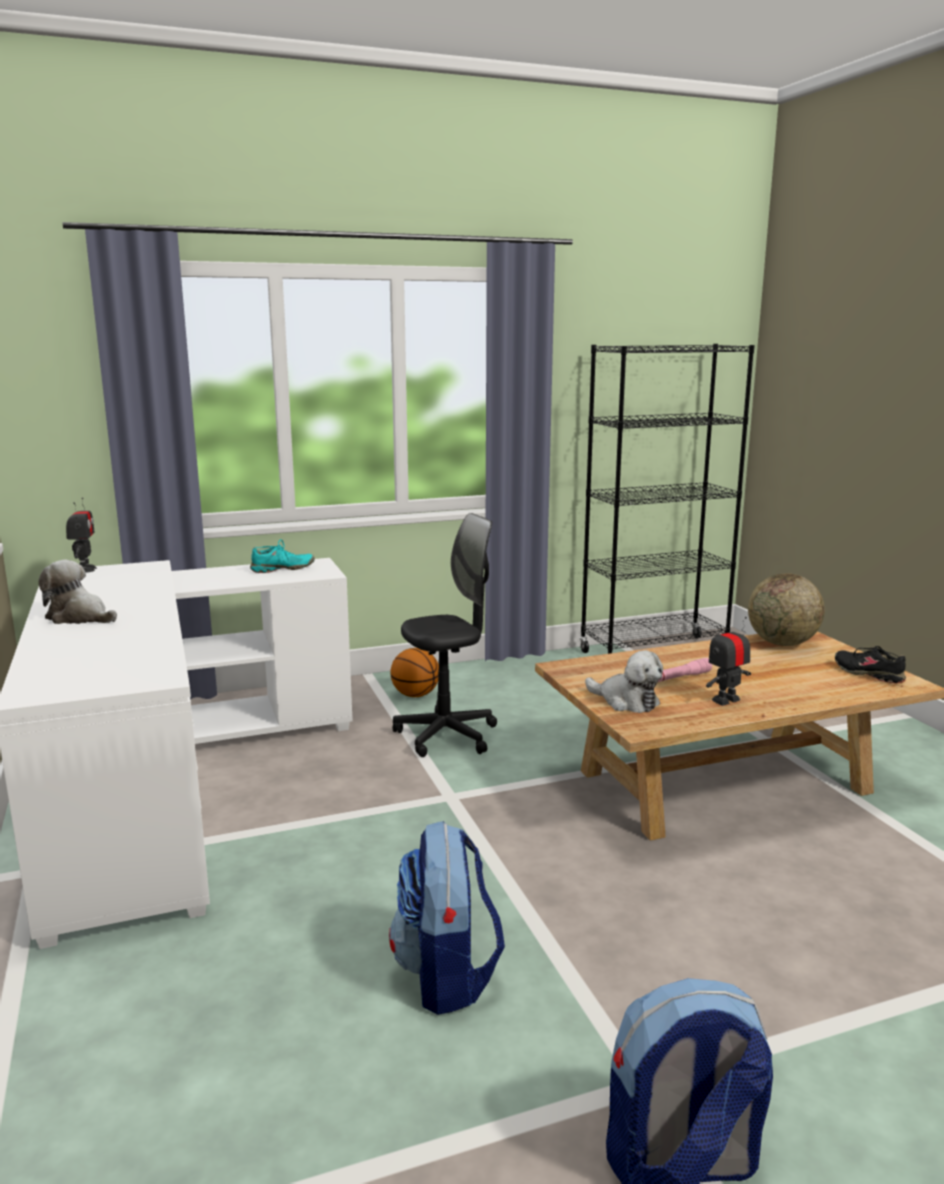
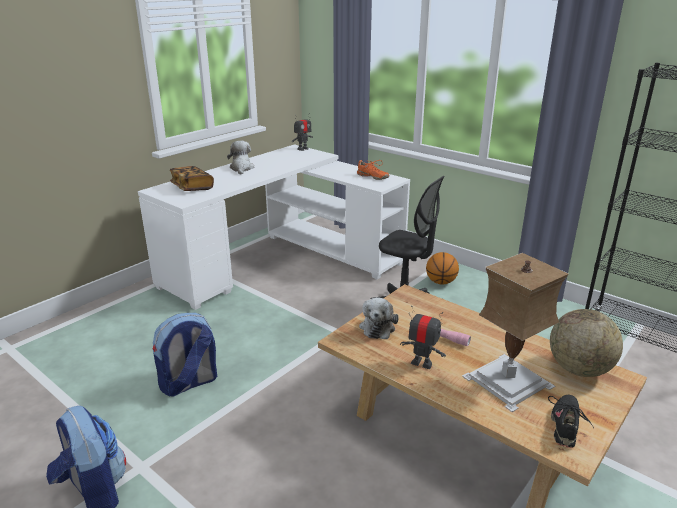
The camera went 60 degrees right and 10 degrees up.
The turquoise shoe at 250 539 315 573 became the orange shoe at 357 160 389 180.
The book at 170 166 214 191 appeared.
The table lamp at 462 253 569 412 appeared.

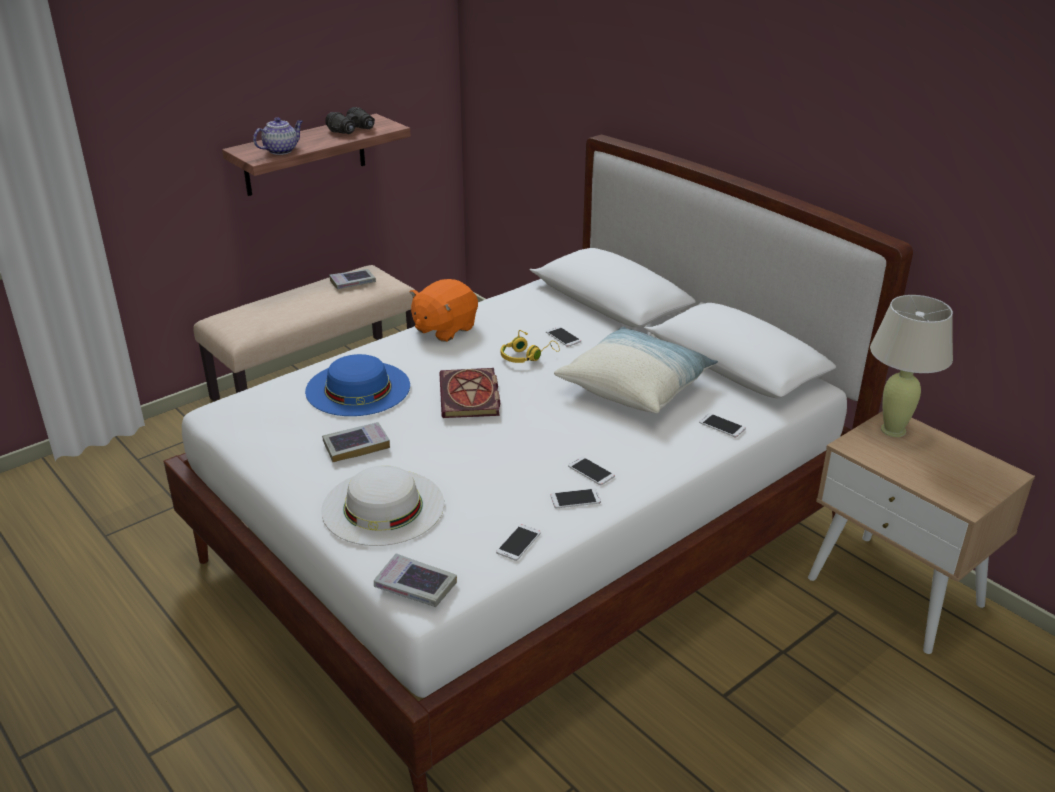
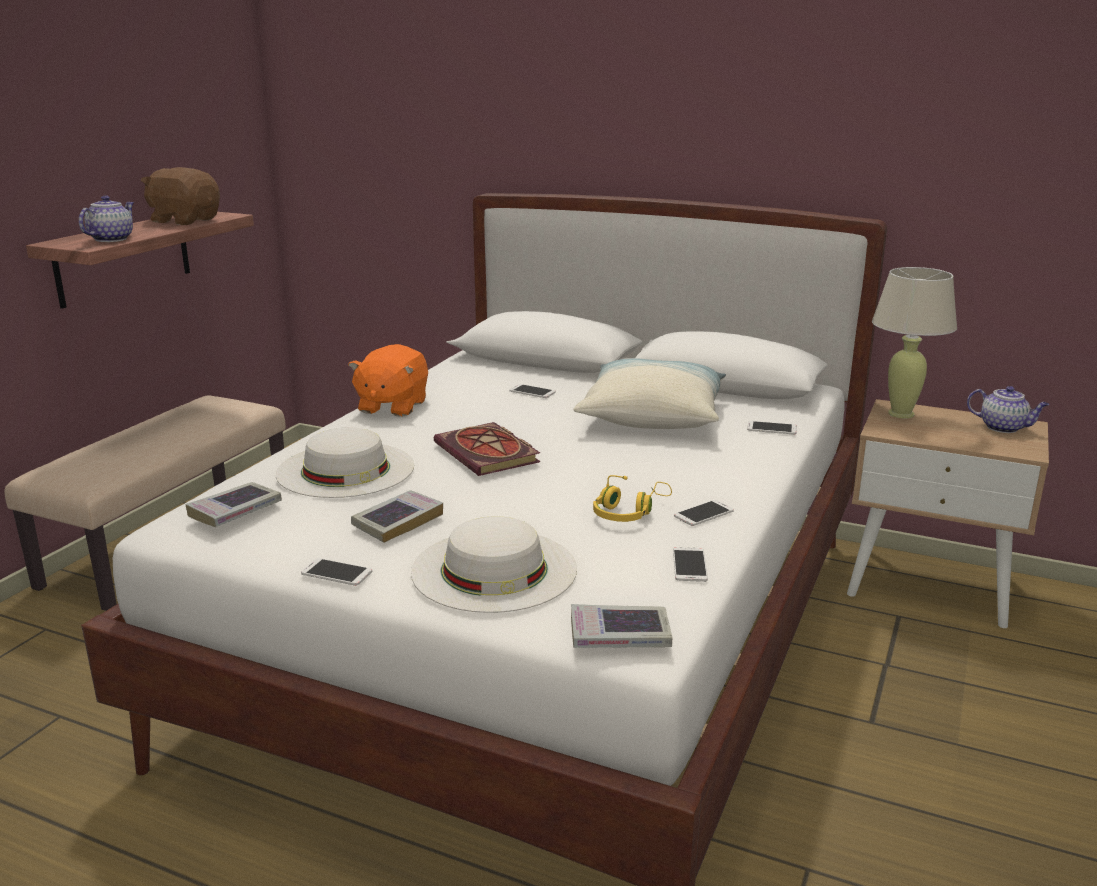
The camera went 25 degrees left and 10 degrees down.
The blue hat at 305 354 410 416 became the white hat at 276 427 414 498.
The black binoculars at 325 107 375 134 was replaced by the brown plush toy at 141 167 220 225.
The book moved from 329 269 376 289 to 185 482 282 527.
The yellow headphones moved from 501 330 560 363 to 593 475 672 522.
The phone moved from 568 457 615 485 to 301 558 372 586.
The teapot at 967 386 1049 433 appeared.

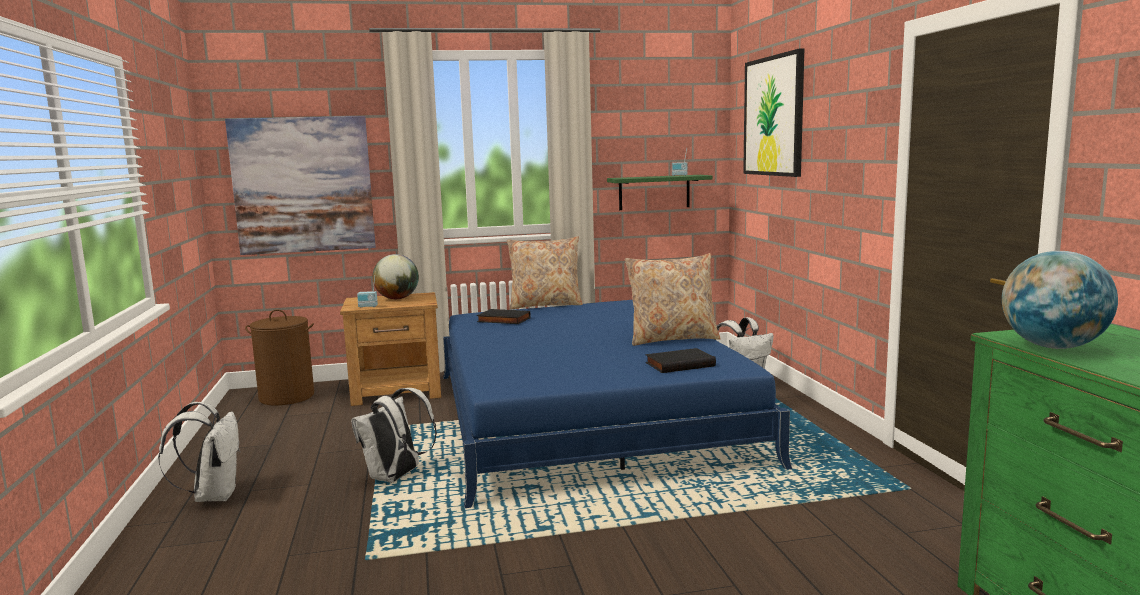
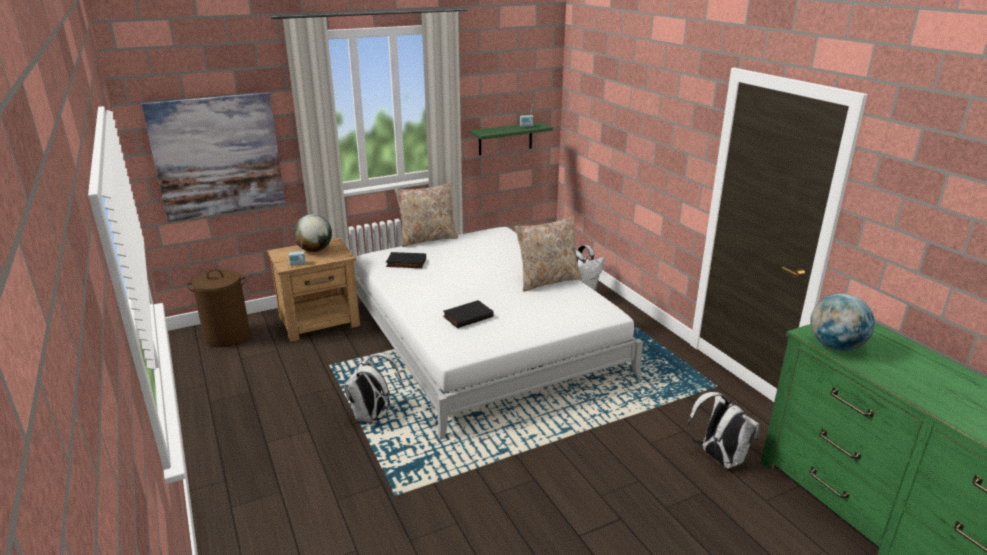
The camera went 15 degrees left and 15 degrees up.
The white backpack moved from 158 402 240 502 to 687 392 760 469.
The blue bed at 443 300 792 508 became the white bed at 355 227 643 440.
The black book moved from 645 348 716 373 to 443 300 494 328.
The picture at 743 48 804 177 disappeared.

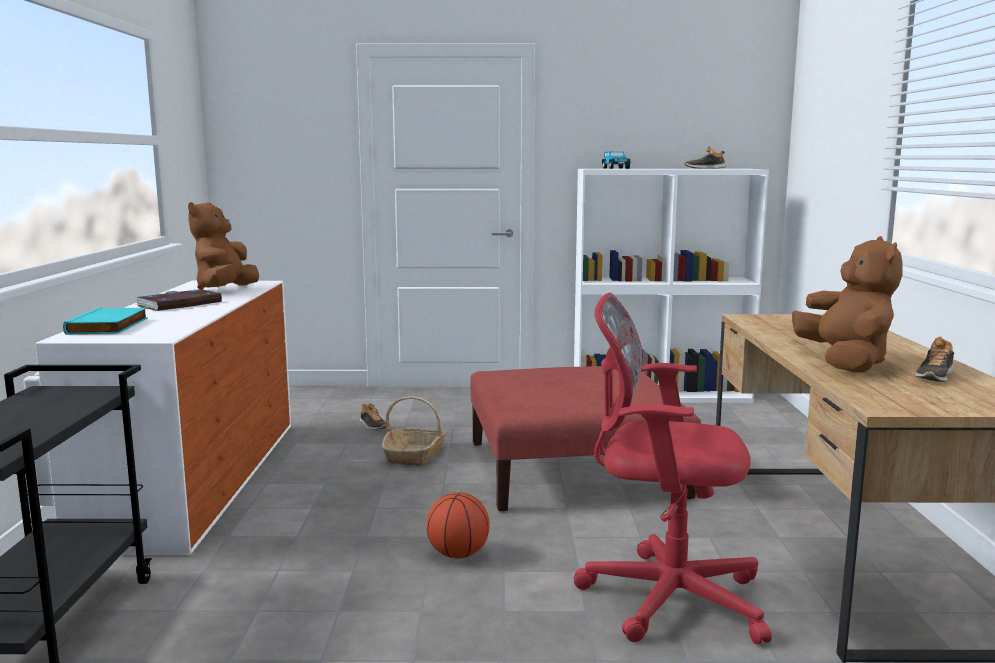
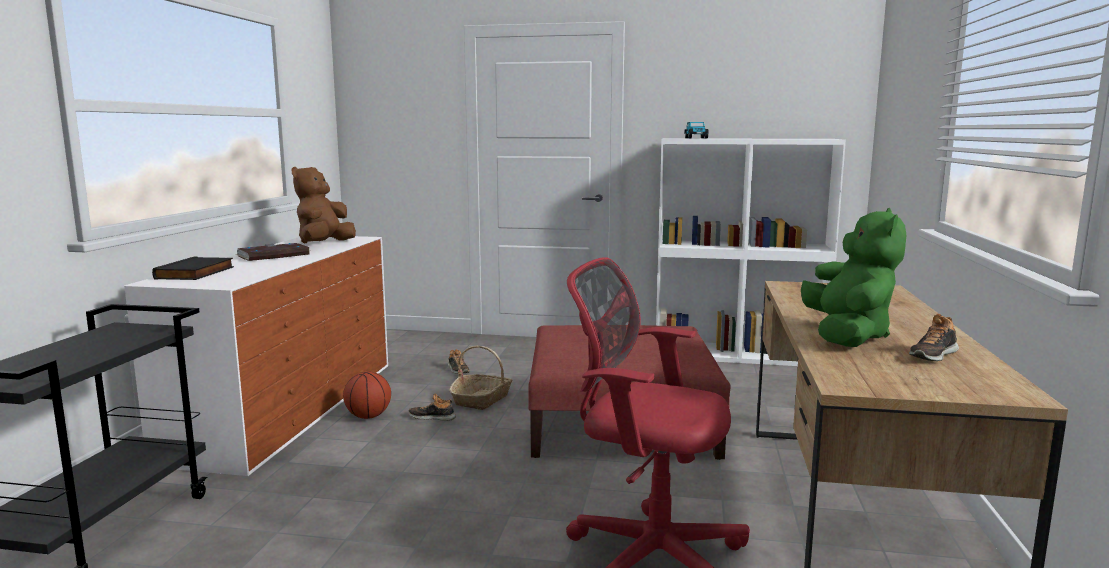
The camera went 10 degrees right and 0 degrees up.
The turquoise book at 63 307 148 335 became the black book at 152 256 234 280.
The basketball moved from 426 492 490 558 to 343 371 391 419.
The shoe moved from 685 146 727 169 to 408 394 456 421.
The brown plush toy at 792 236 903 373 became the green plush toy at 801 208 906 347.

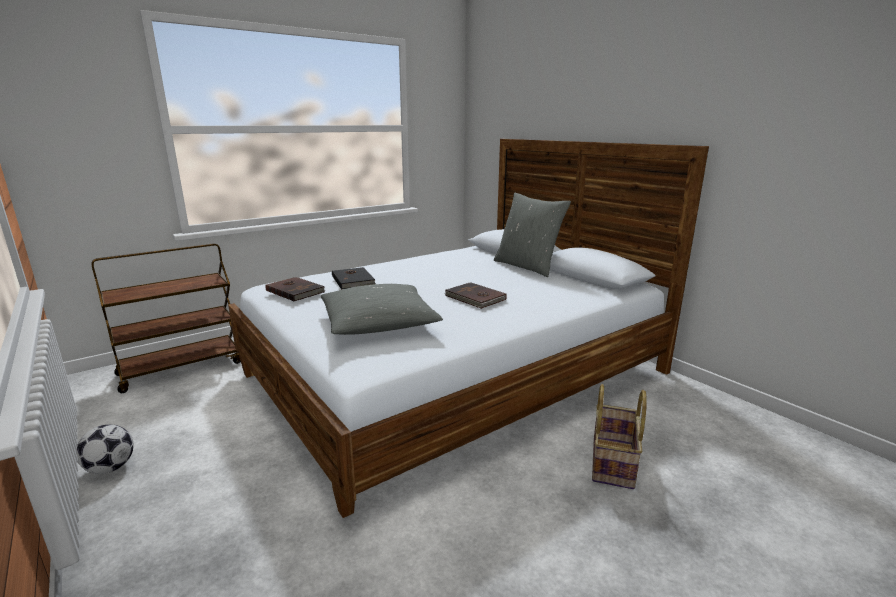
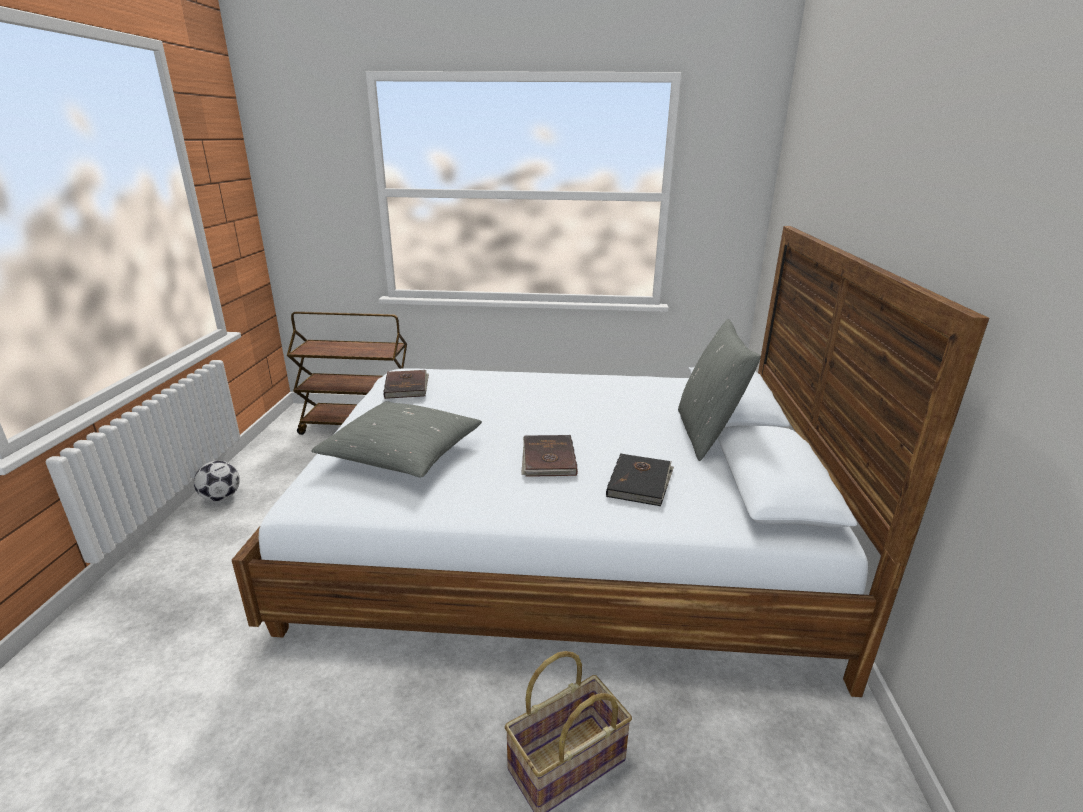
The camera went 40 degrees right and 5 degrees up.
The black book moved from 332 267 376 289 to 606 453 674 506.

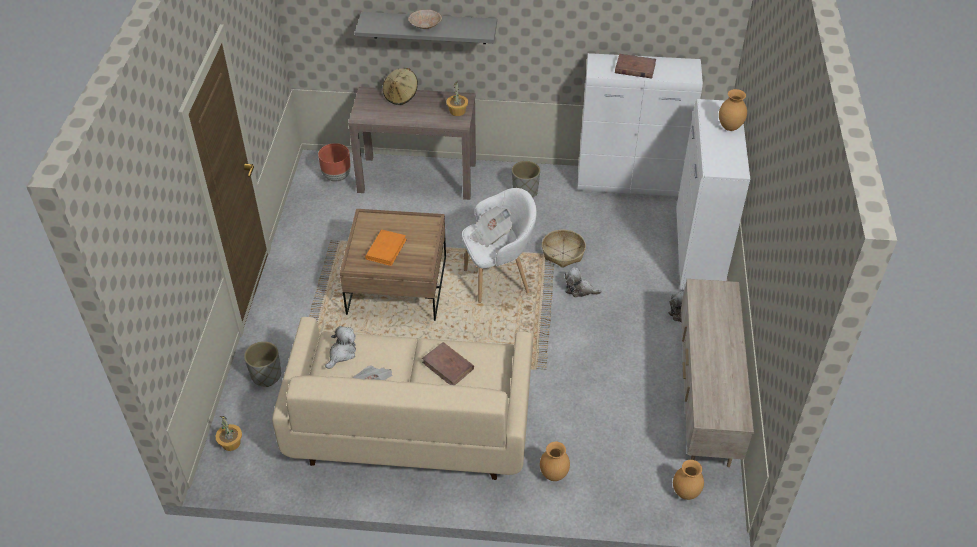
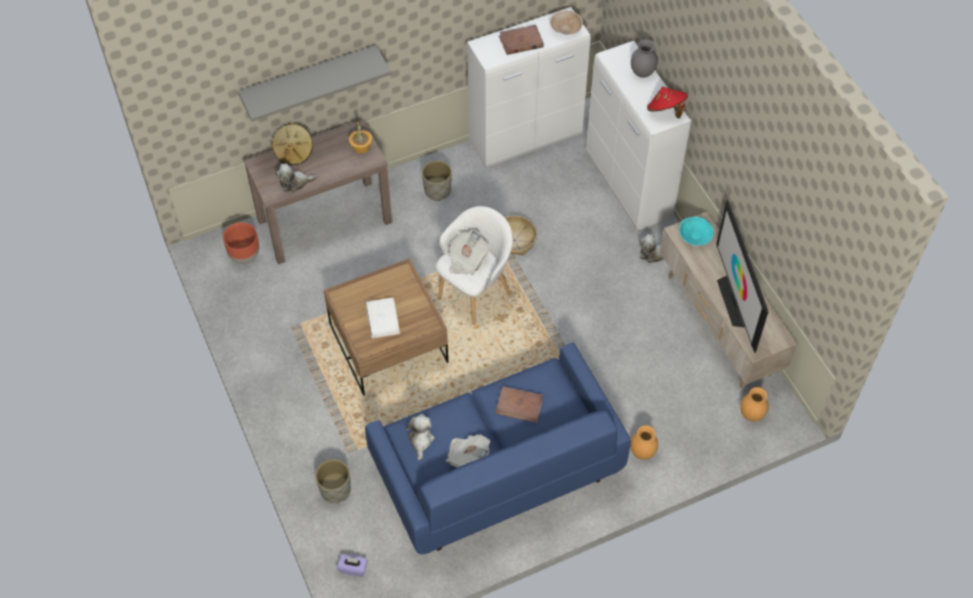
The camera went 30 degrees left and 10 degrees up.
The potted plant at 215 416 242 451 was replaced by the purple tissue box at 337 554 368 577.
The beige sofa at 272 317 533 480 became the blue sofa at 365 343 631 554.
The orange book at 365 230 407 266 became the white book at 365 298 400 338.
The beige bowl moved from 408 10 442 29 to 550 10 583 34.
The plush toy moved from 565 267 602 298 to 276 163 318 193.
The brown vase at 719 89 747 131 became the grey vase at 631 39 658 78.
The red hat at 647 87 688 118 appeared.
The turquoise bowl at 679 217 714 246 appeared.
The television at 716 200 769 353 appeared.

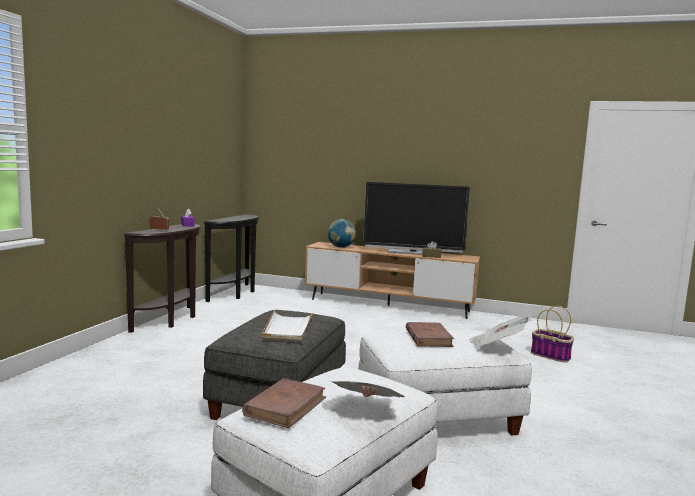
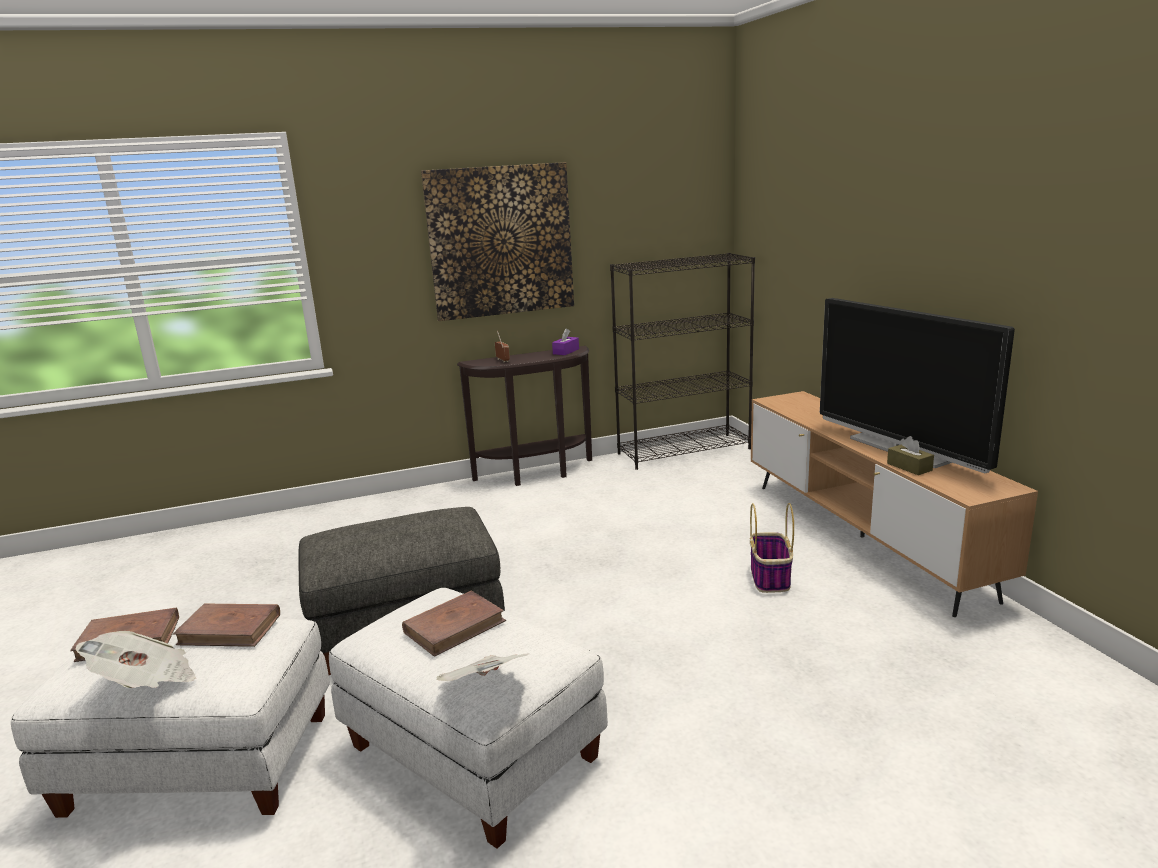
The camera went 55 degrees right and 10 degrees up.
The black console table at 204 214 259 302 was replaced by the black bookcase at 610 253 755 470.
The white tray at 262 310 314 341 disappeared.
The globe at 328 219 356 248 disappeared.
The basket moved from 531 306 574 363 to 750 503 794 593.
The brown book at 173 604 280 647 appeared.
The picture at 421 162 574 321 appeared.

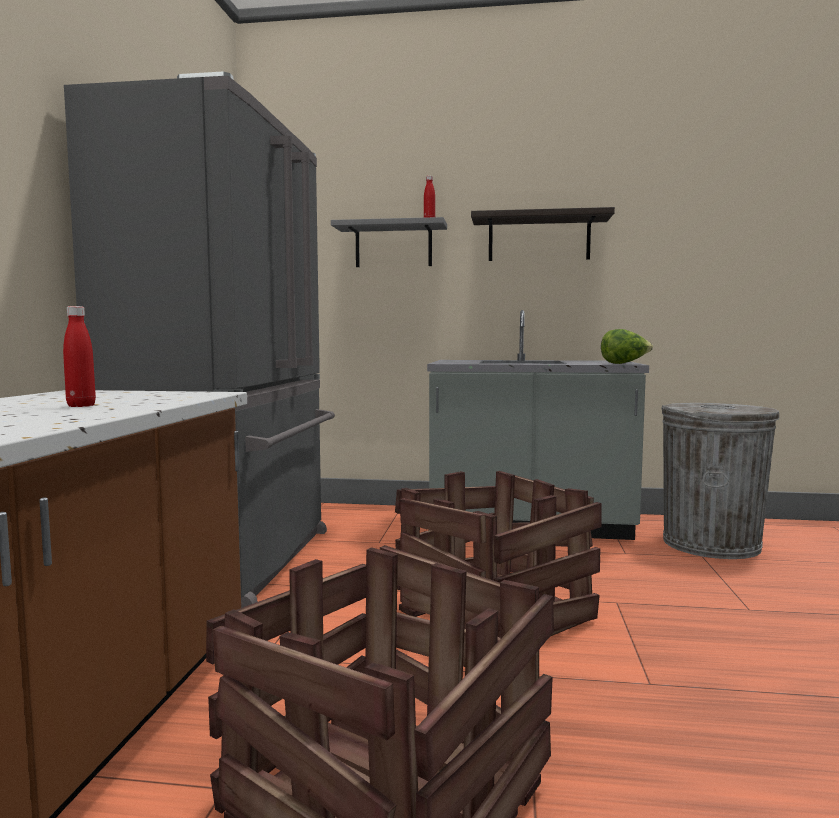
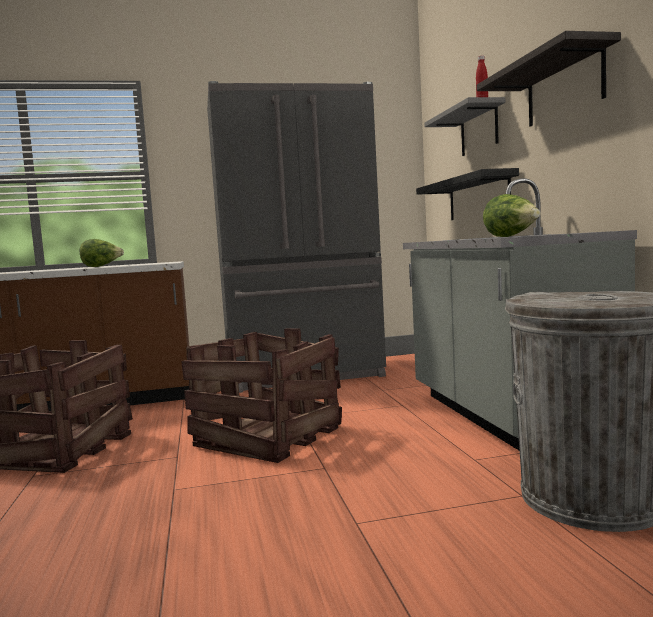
The camera went 70 degrees right and 0 degrees up.
The red bottle at 63 306 96 407 was replaced by the lettuce at 80 239 124 267.
The black shelf at 416 168 519 220 appeared.

